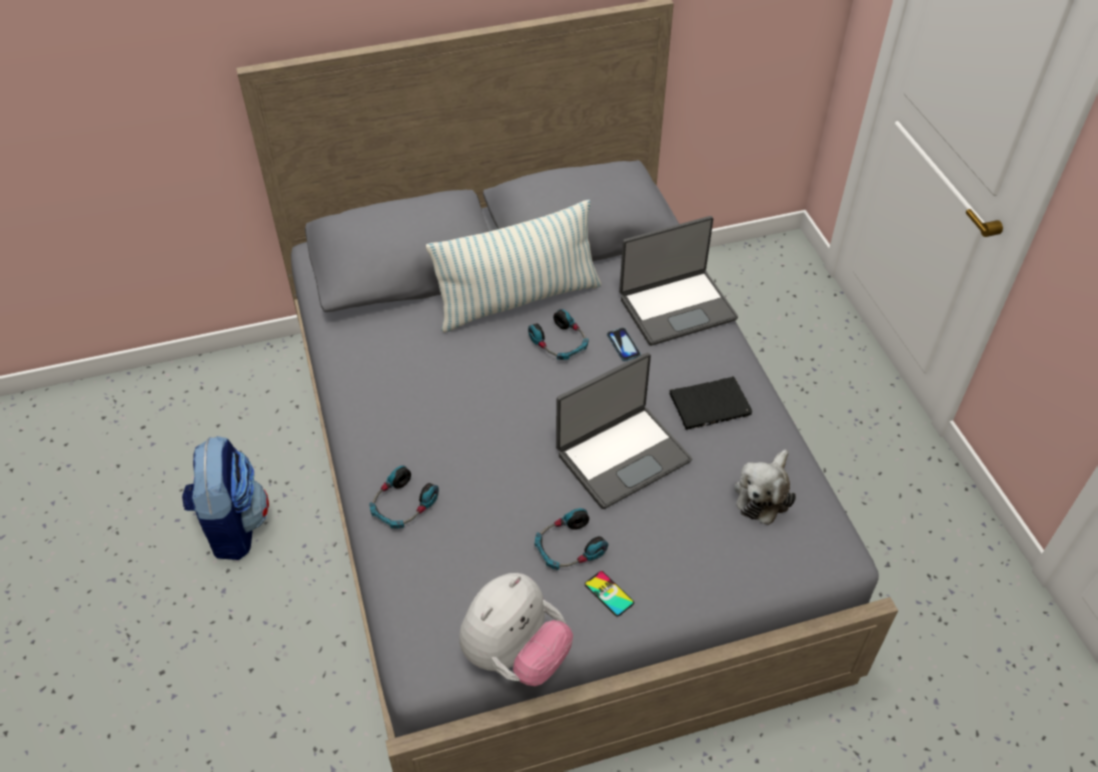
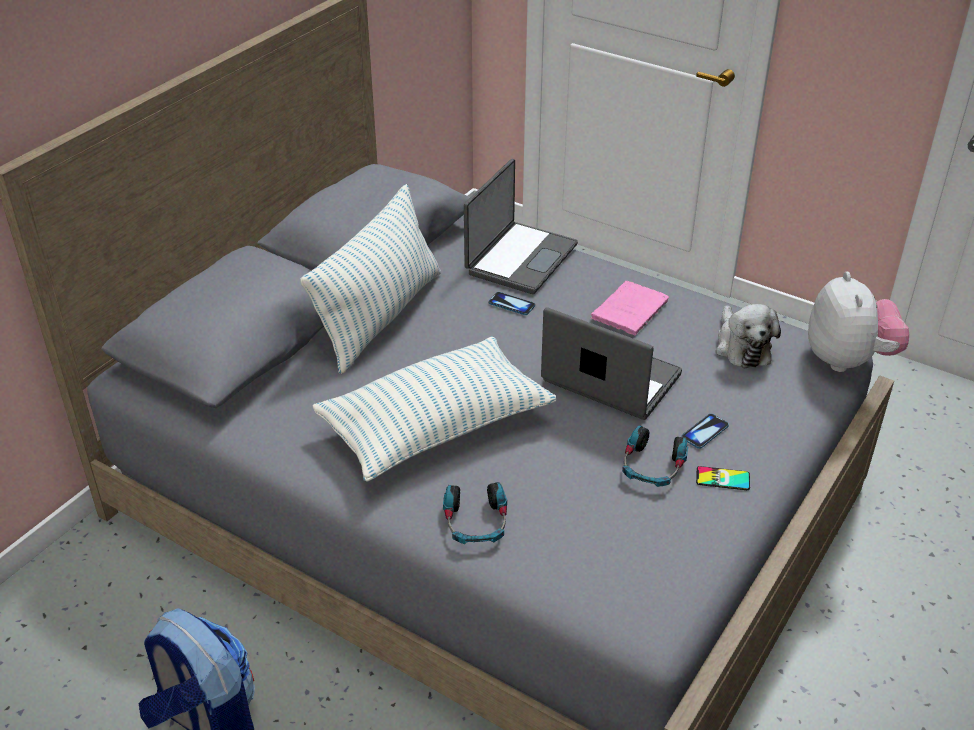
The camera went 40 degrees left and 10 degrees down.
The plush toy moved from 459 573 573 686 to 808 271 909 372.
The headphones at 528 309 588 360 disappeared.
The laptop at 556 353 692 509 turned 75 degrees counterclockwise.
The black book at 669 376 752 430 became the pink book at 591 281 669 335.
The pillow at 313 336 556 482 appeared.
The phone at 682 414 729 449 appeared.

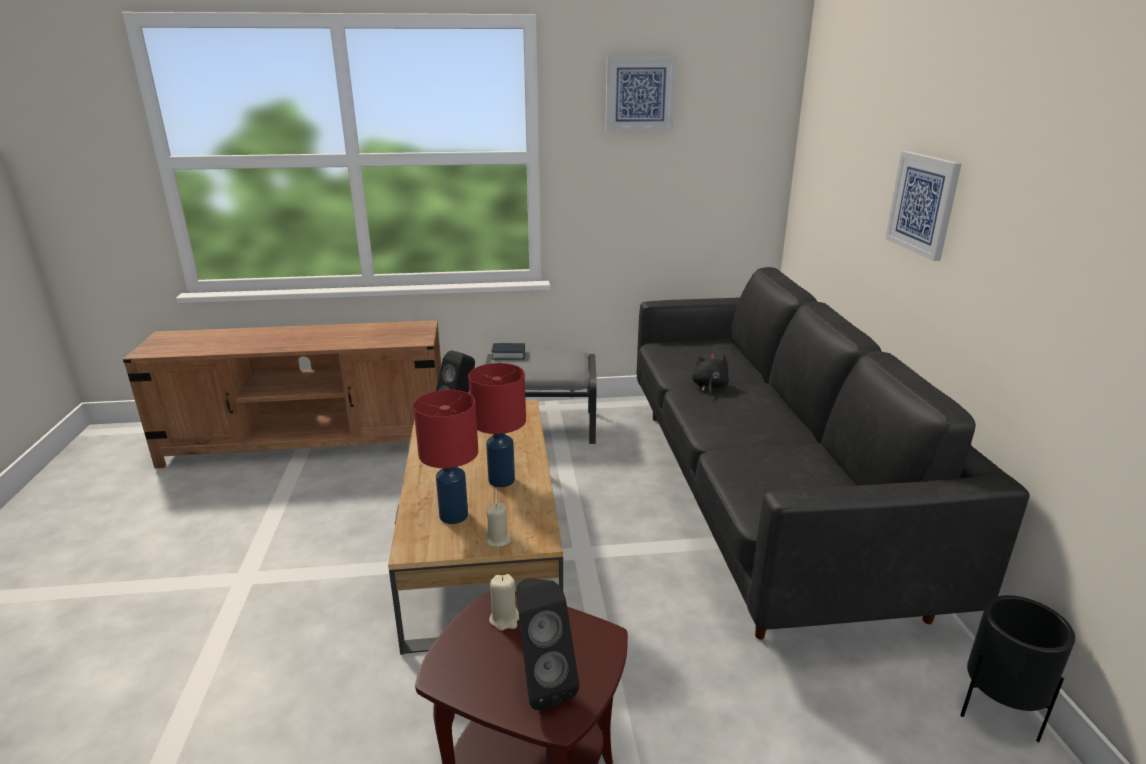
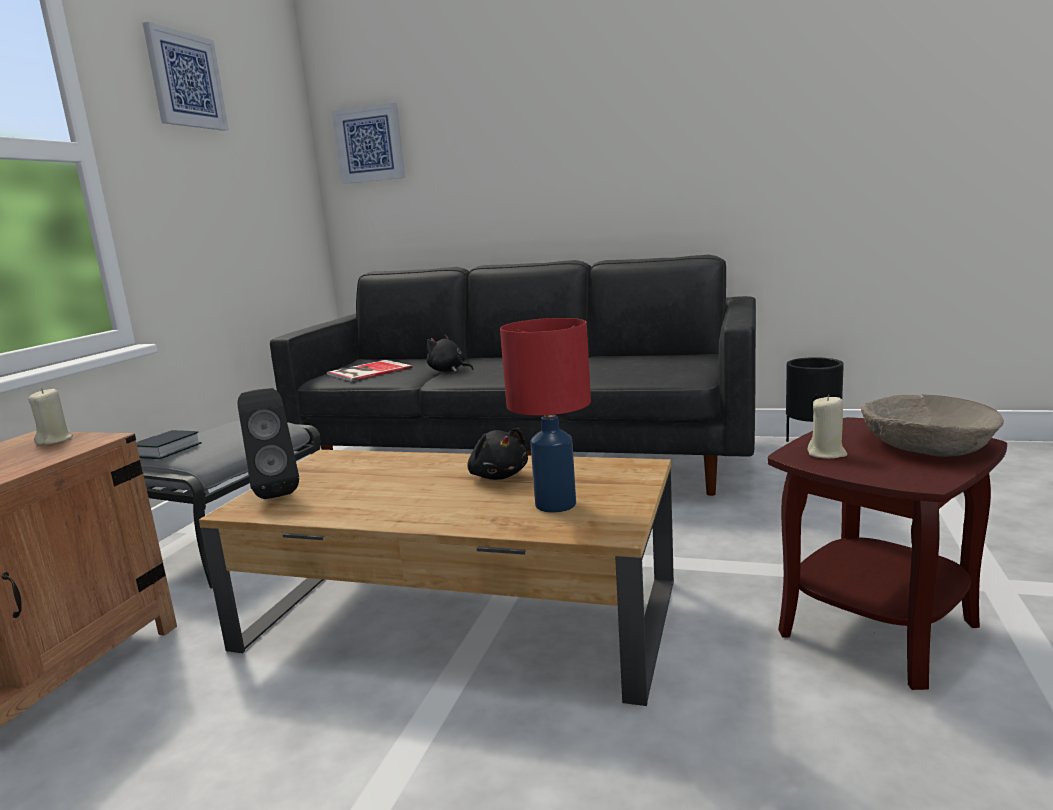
The camera went 65 degrees left and 10 degrees down.
The red table lamp at 468 363 526 487 was replaced by the black plush toy at 467 428 528 480.
The beige candle moved from 486 503 511 547 to 28 388 73 445.
The black speaker at 516 578 579 710 was replaced by the beige bowl at 861 394 1004 457.
The picture moved from 885 151 962 261 to 332 103 405 184.
The book at 327 360 412 381 appeared.

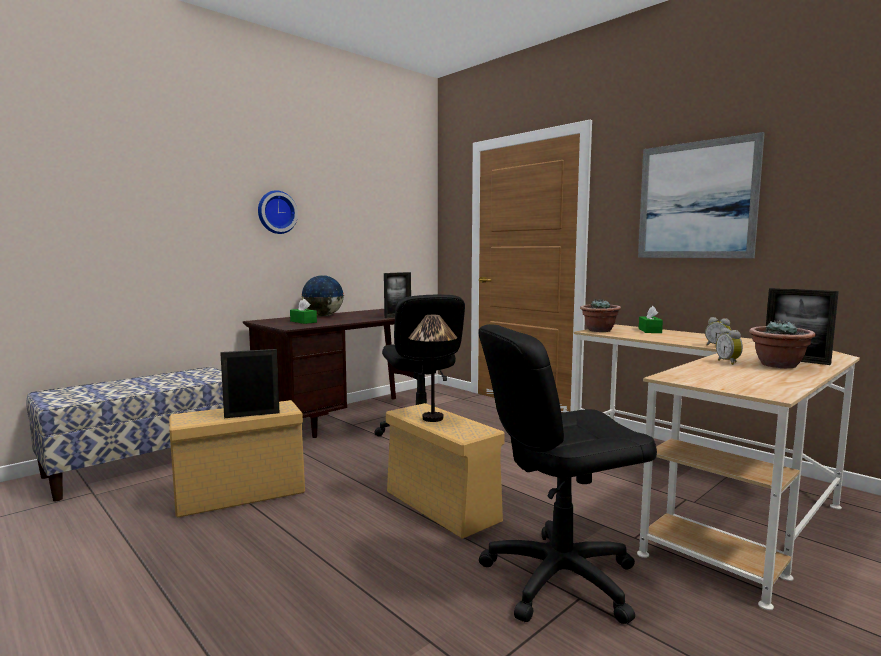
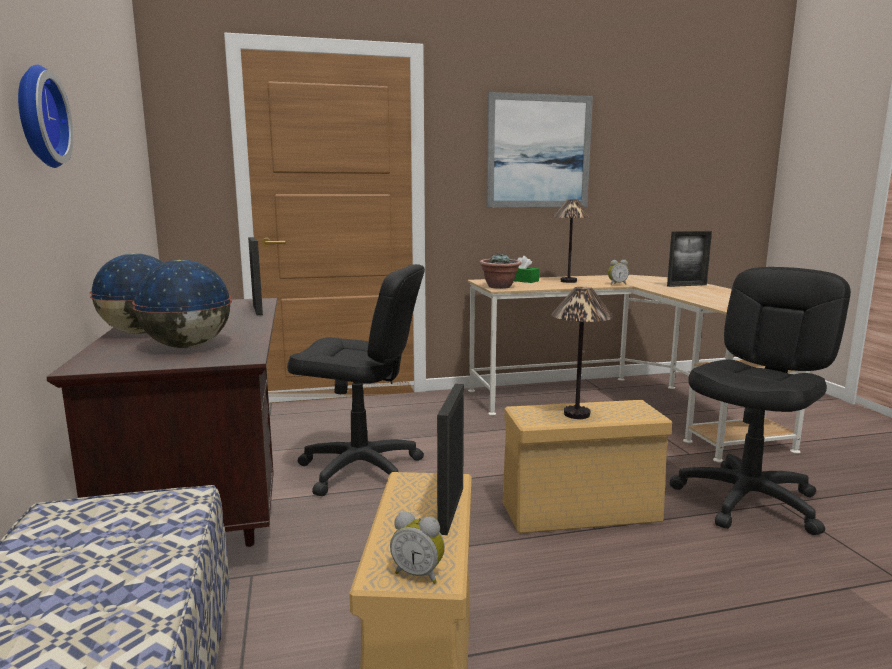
The camera went 60 degrees left and 5 degrees up.
The green tissue box at 290 299 317 324 was replaced by the globe at 132 260 232 348.
The black office chair at 478 324 657 624 turned 150 degrees counterclockwise.
The alarm clock moved from 716 328 743 365 to 390 512 445 584.
The potted plant at 749 320 816 368 disappeared.
The table lamp at 553 199 590 283 appeared.

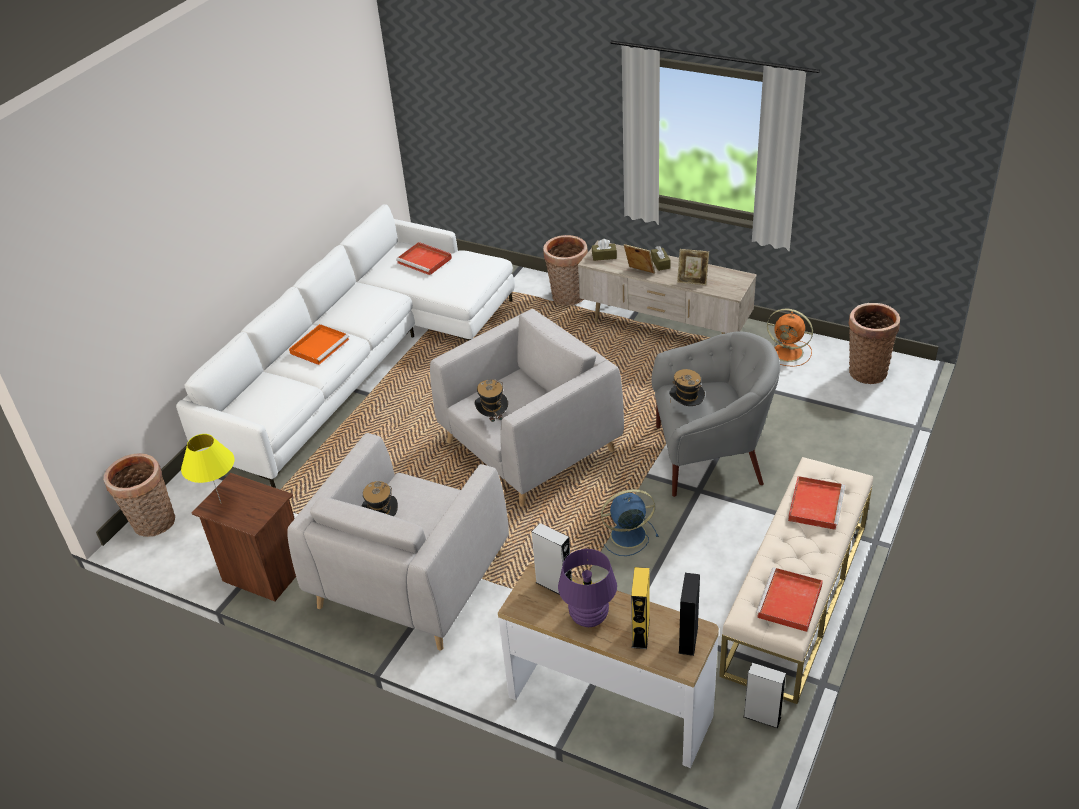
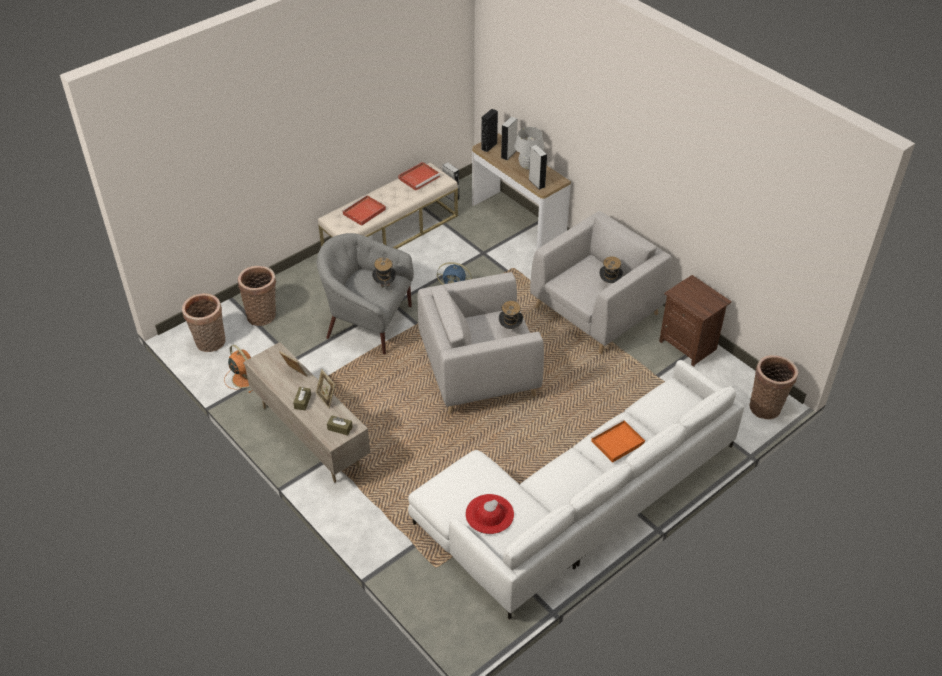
The camera went 160 degrees left and 5 degrees up.
The yellow table lamp at 181 434 234 503 disappeared.
The red tray at 396 242 452 275 was replaced by the red hat at 466 494 514 534.
The basket moved from 543 235 588 305 to 238 266 276 326.
The purple table lamp at 558 549 617 627 became the white table lamp at 514 127 544 170.
The yellow speaker at 631 567 650 649 became the grey speaker at 501 117 517 160.

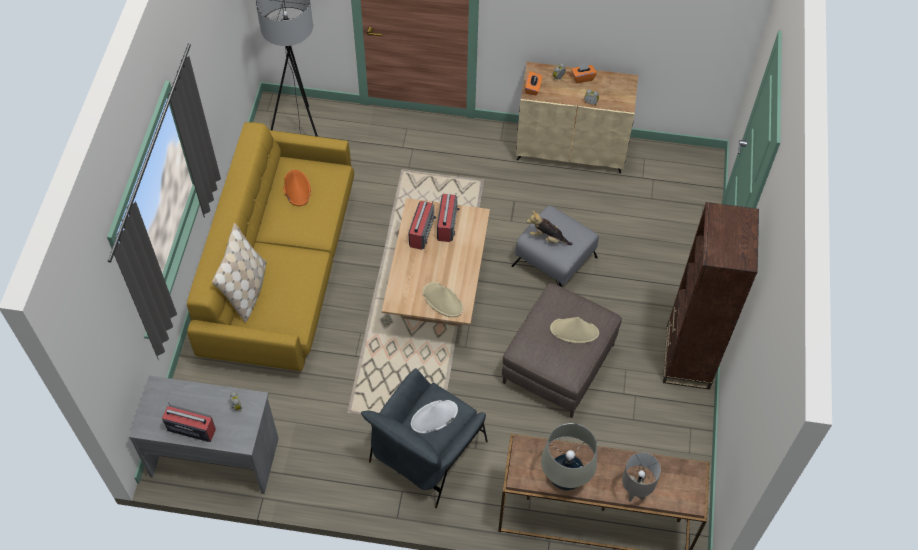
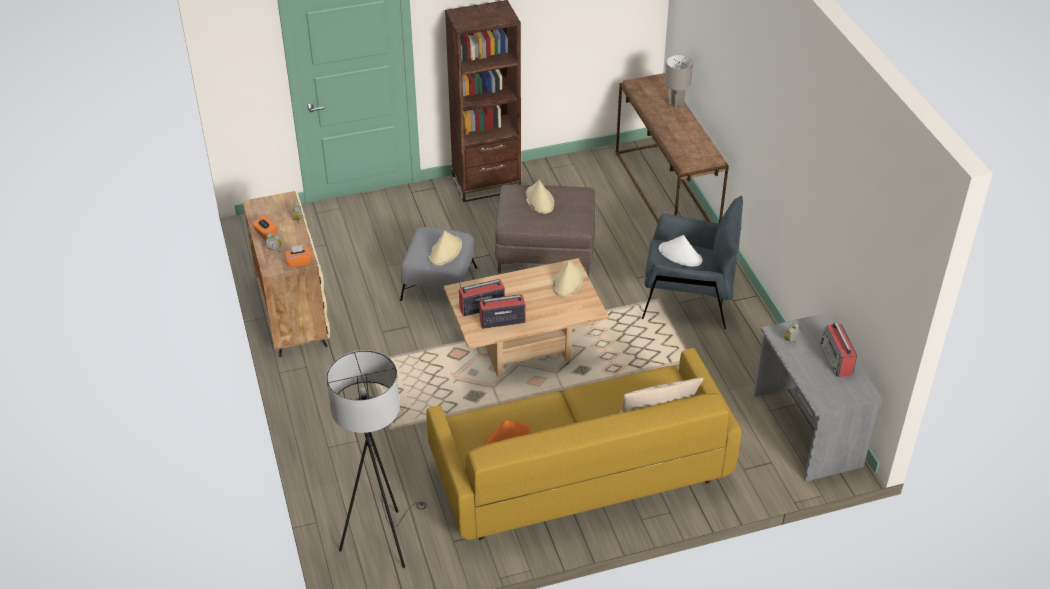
The camera went 115 degrees left and 15 degrees down.
The plush toy at 527 211 573 245 was replaced by the beige hat at 429 231 462 266.
The beige table lamp at 541 423 597 490 disappeared.

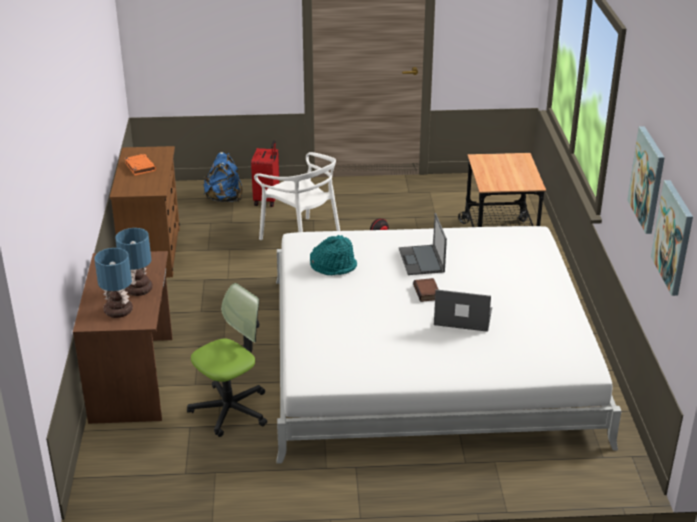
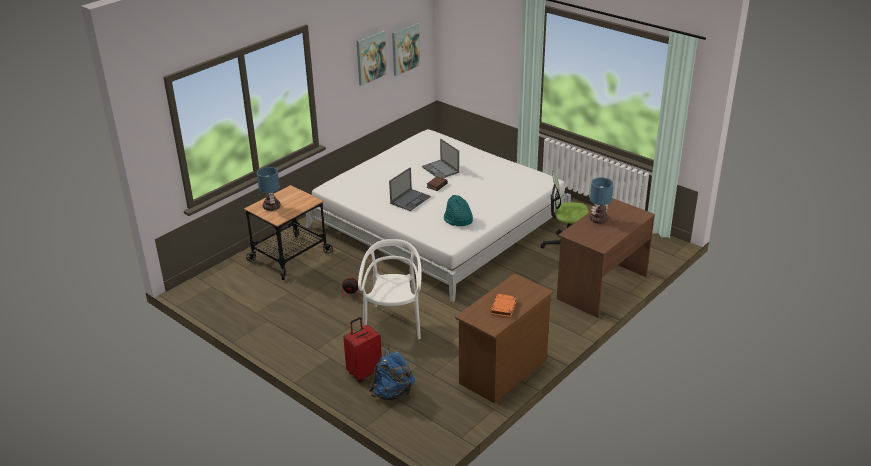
The camera went 135 degrees left and 0 degrees up.
The table lamp moved from 94 248 133 318 to 257 167 281 211.

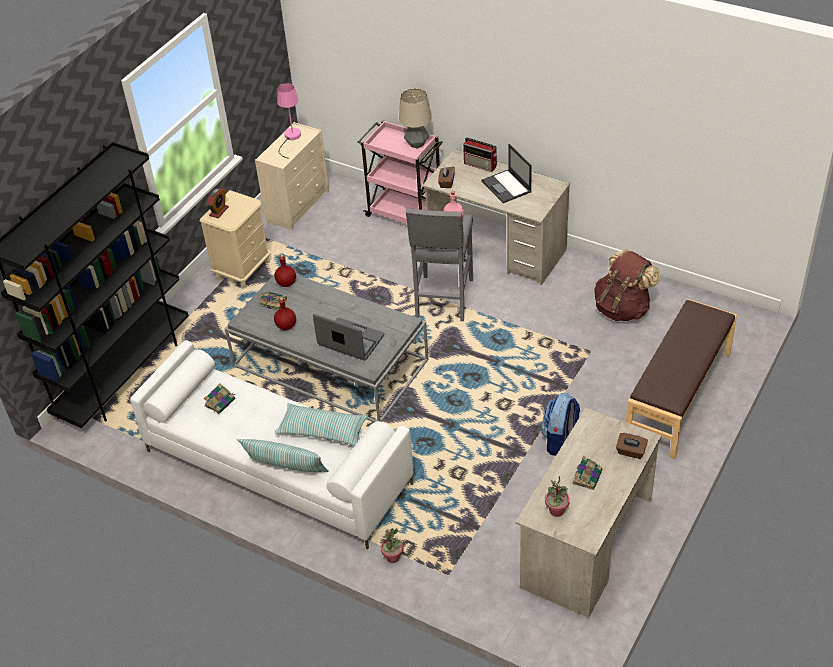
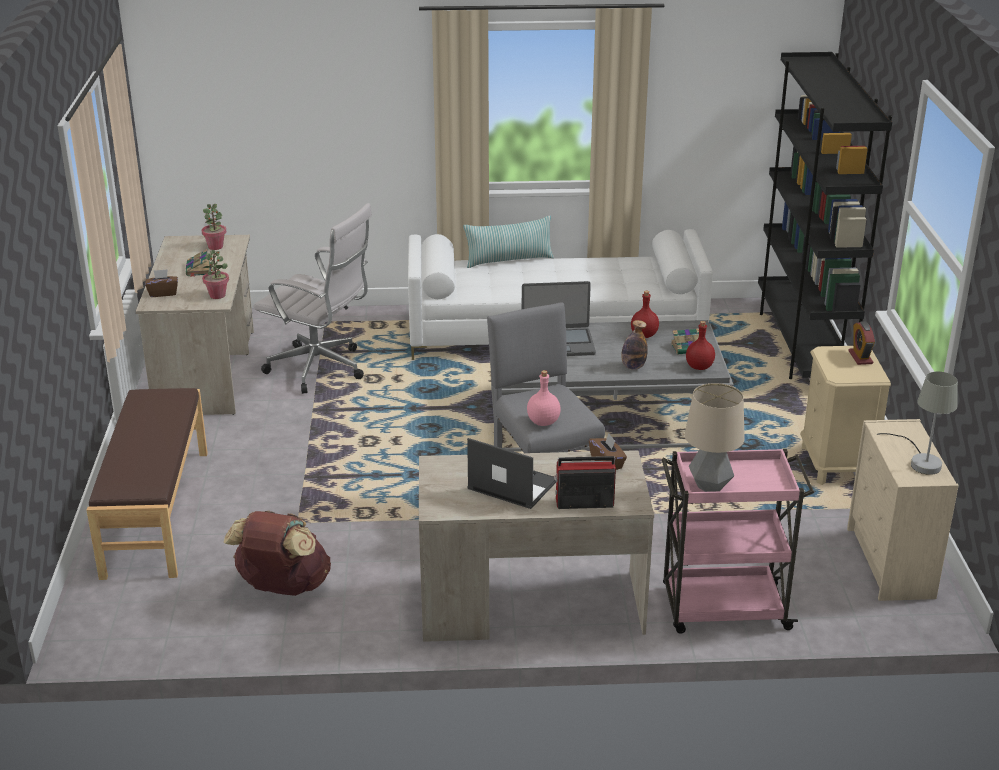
The camera went 145 degrees right and 15 degrees down.
The book at 204 384 235 414 disappeared.
The pillow at 275 403 368 446 disappeared.
The pink table lamp at 277 83 301 158 became the grey table lamp at 877 371 958 475.
The potted plant moved from 380 528 403 563 to 202 250 229 299.
The backpack at 541 393 580 456 disappeared.
The white office chair at 253 203 372 394 appeared.
The bottle at 621 320 648 370 appeared.

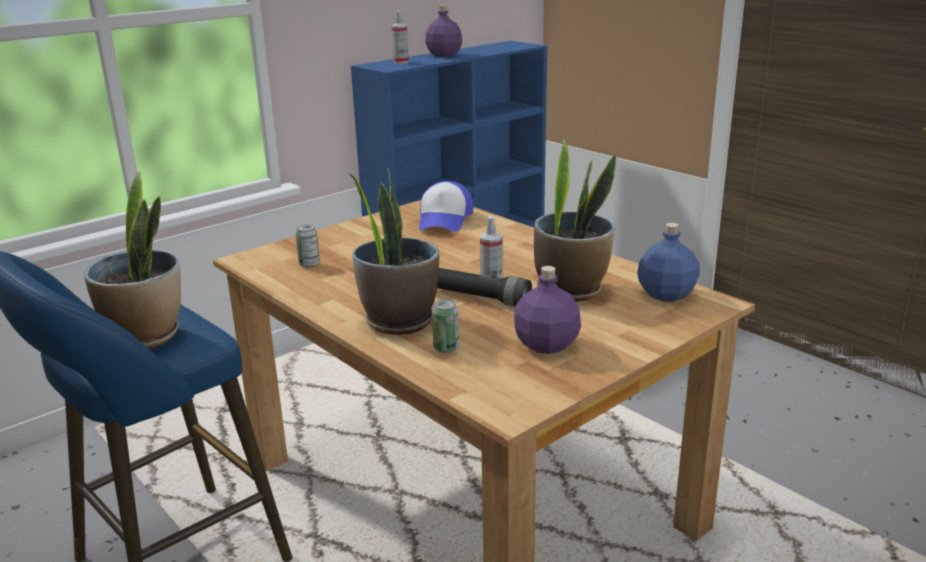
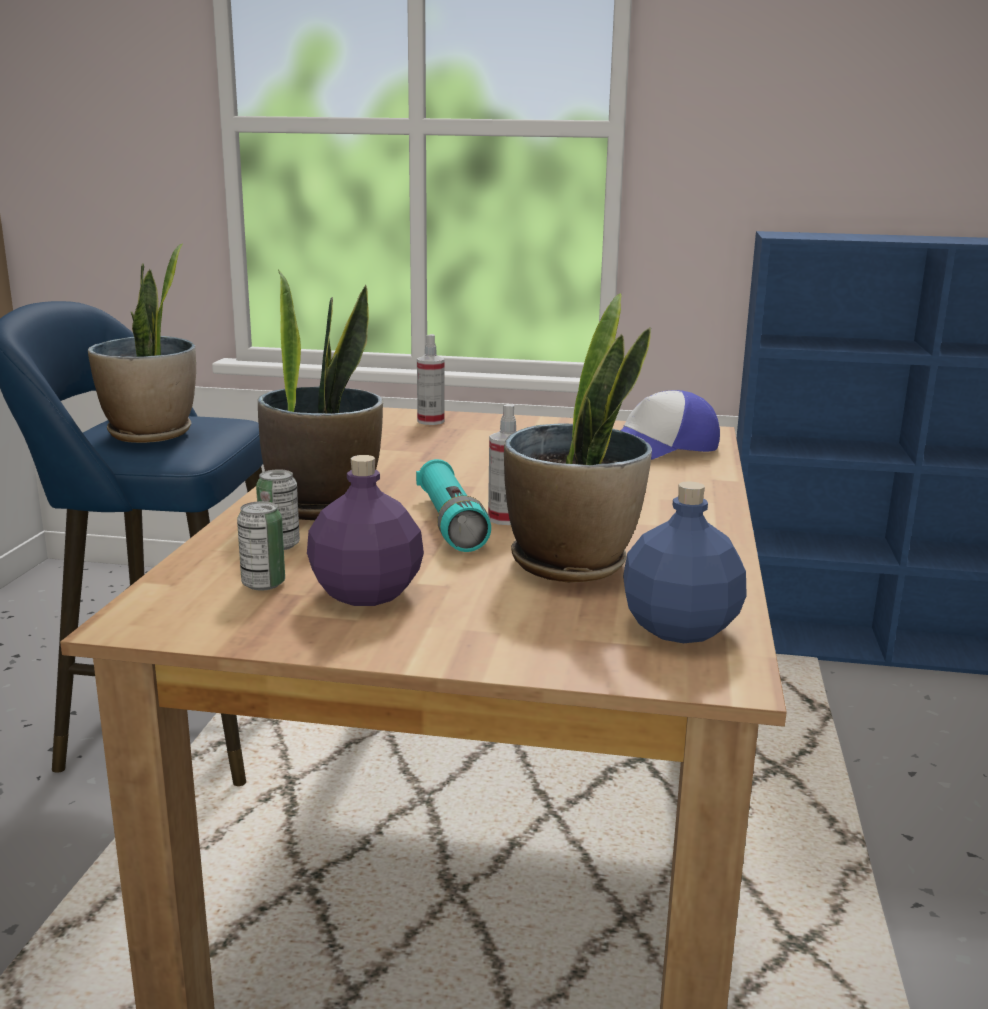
The camera went 50 degrees right and 5 degrees down.
The can moved from 296 225 320 267 to 237 501 285 590.
The spray bottle moved from 392 11 409 64 to 417 334 445 425.
The purple bottle at 425 5 462 57 disappeared.
The black flashlight at 437 268 532 307 became the turquoise flashlight at 416 459 491 552.

